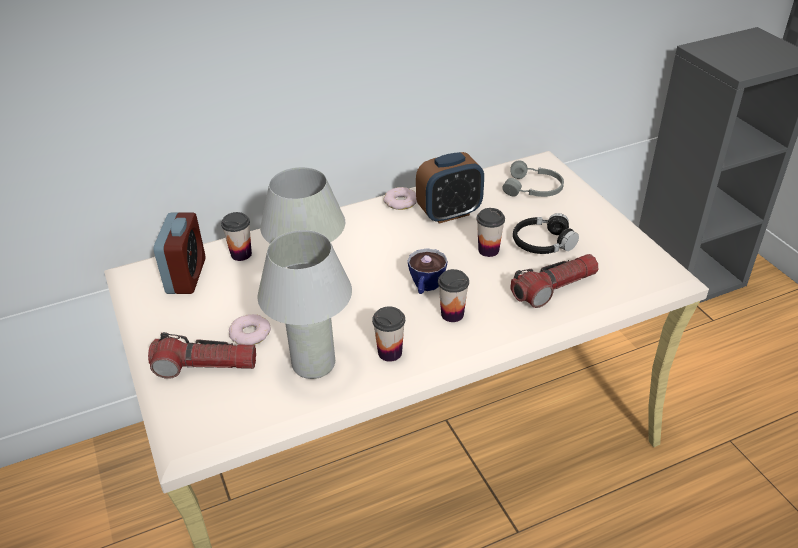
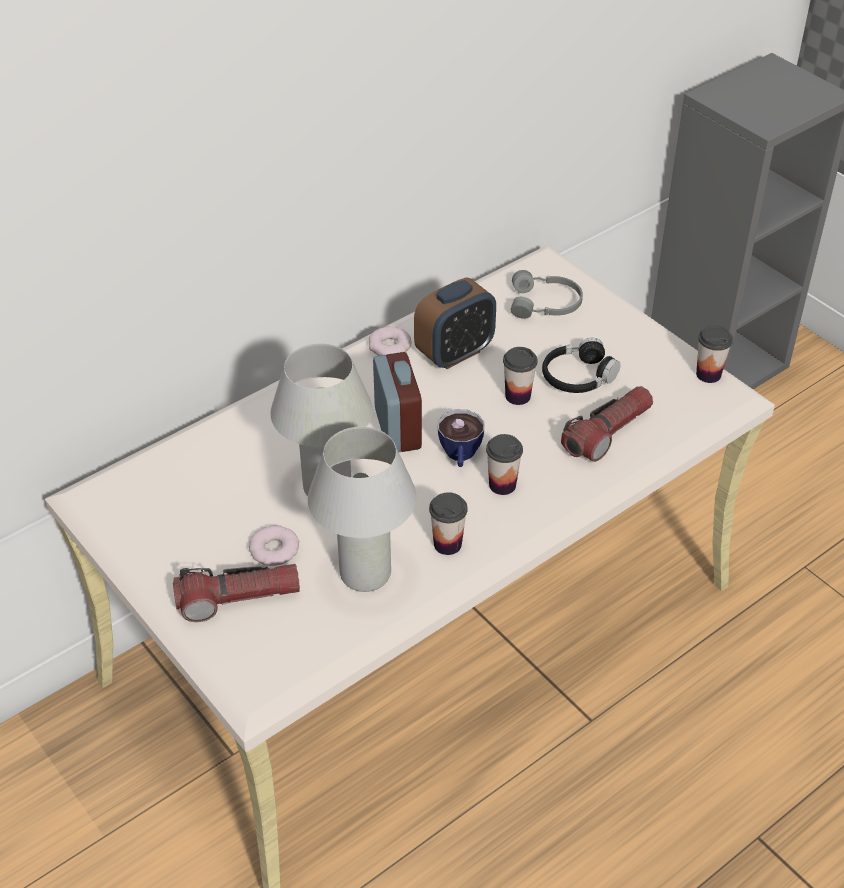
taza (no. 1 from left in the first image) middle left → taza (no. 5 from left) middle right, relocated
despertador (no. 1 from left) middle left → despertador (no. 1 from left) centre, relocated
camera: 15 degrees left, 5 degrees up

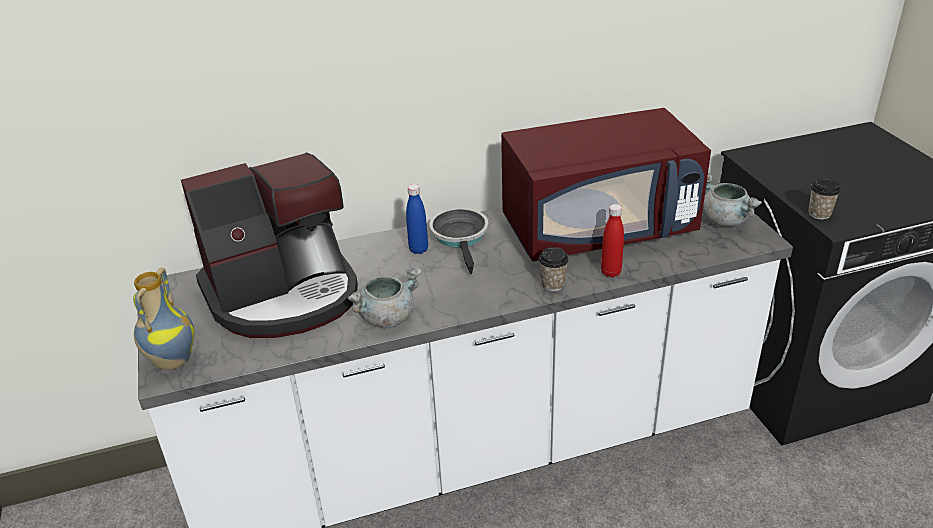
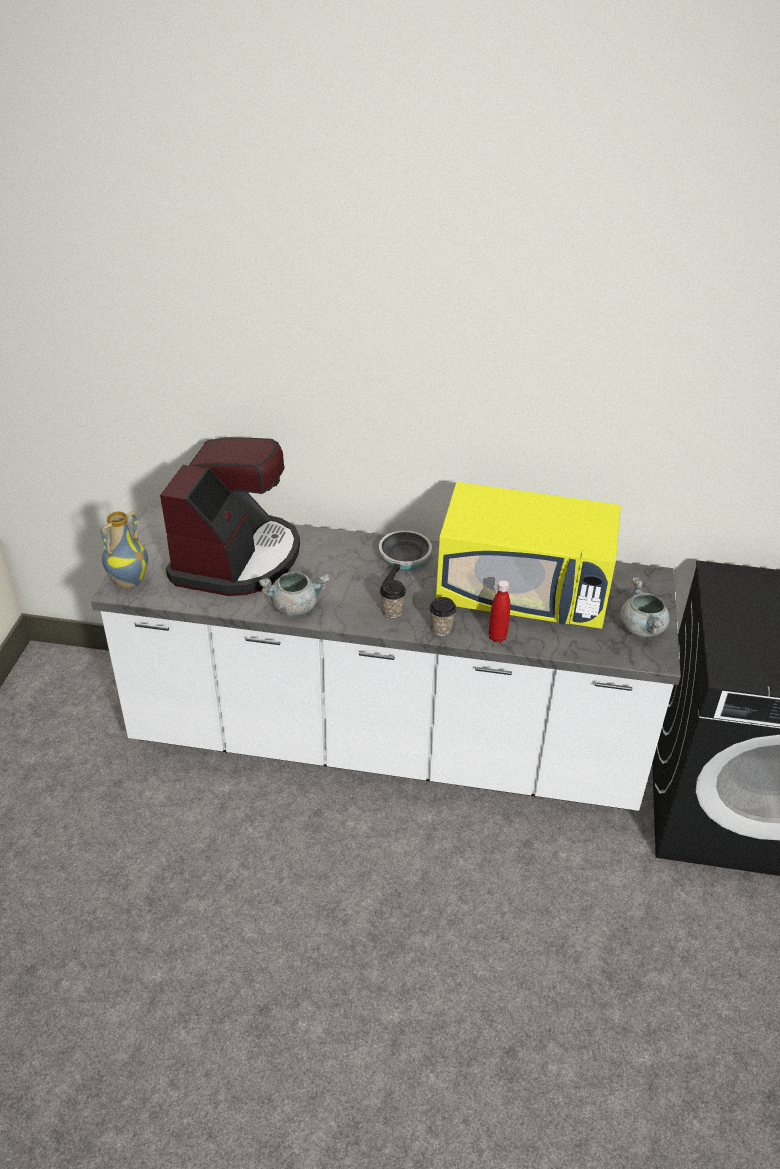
microondas/rojo centre → microondas/amarillo middle right
cafetera middle left, 75 degrees counterclockwise
taza (no. 2 from left in the first image) middle right → taza (no. 1 from left) centre, relocated
botella/azul centre → -
camera: 25 degrees right, 5 degrees up

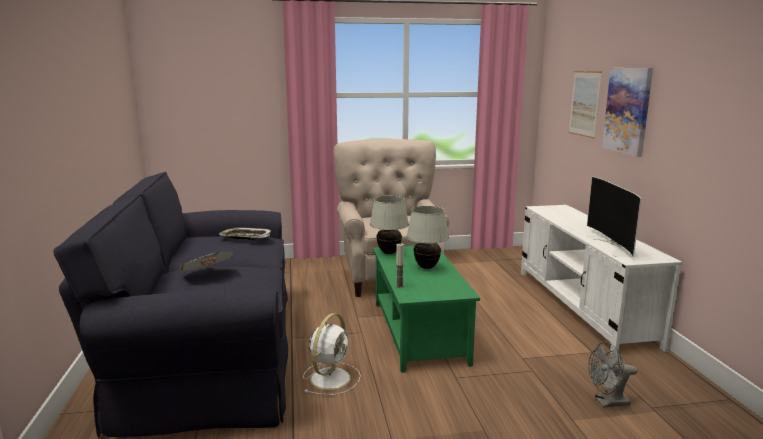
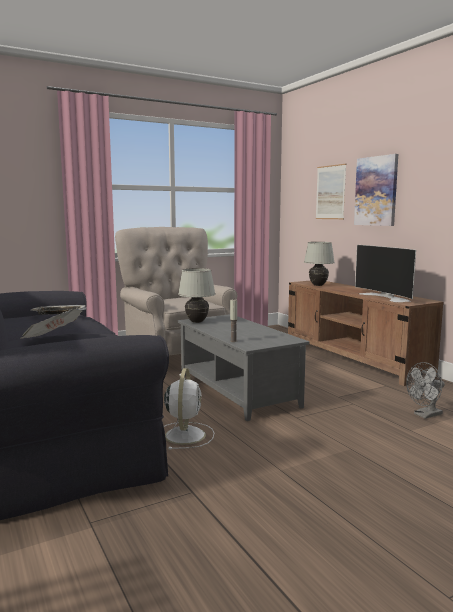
mueble de televisión/blanco middle right → mueble de televisión/marrón middle right
lámpara de mesa/blanco (no. 2 from left) centre → lámpara de mesa/blanco (no. 2 from left) middle right, relocated
mesa de centro/verde bottom centre → mesa de centro/gris centre
camera: 20 degrees left, 5 degrees down

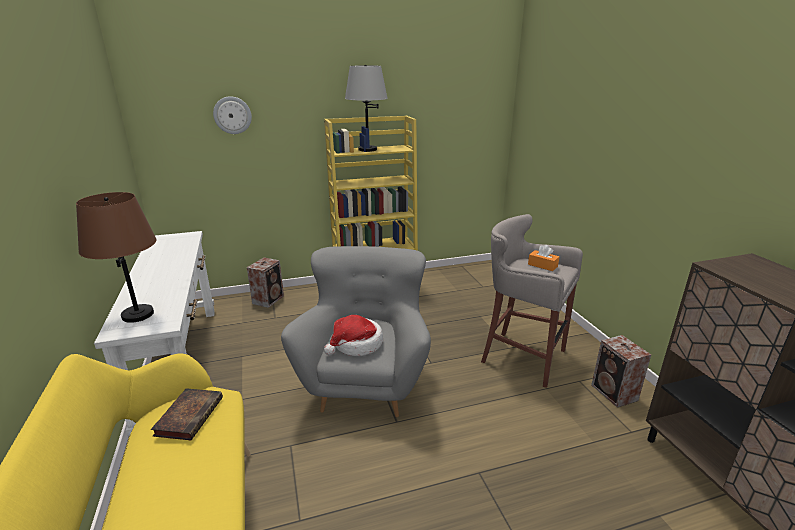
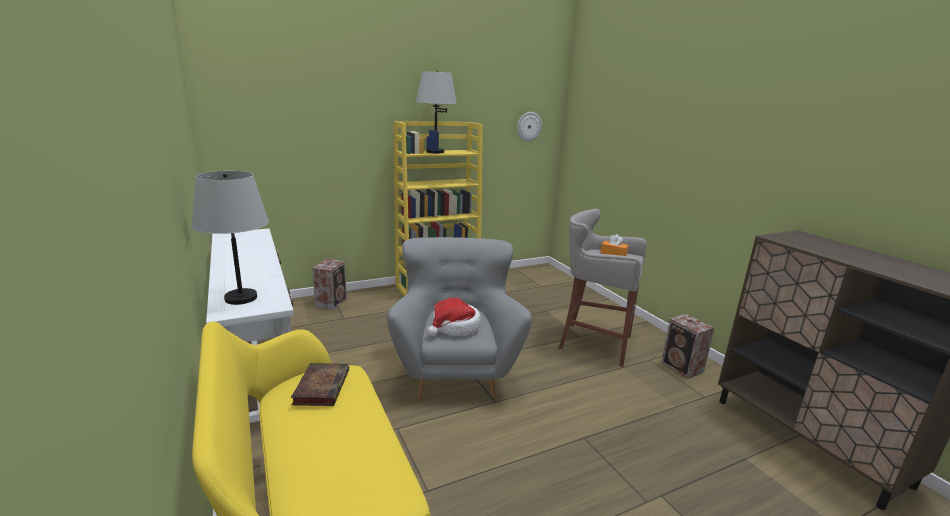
reloj de pared top left → reloj de pared top centre, relocated
lámpara de mesa/marrón middle left → lámpara de mesa/gris (no. 1 from left) middle left
camera: 10 degrees left, 5 degrees down

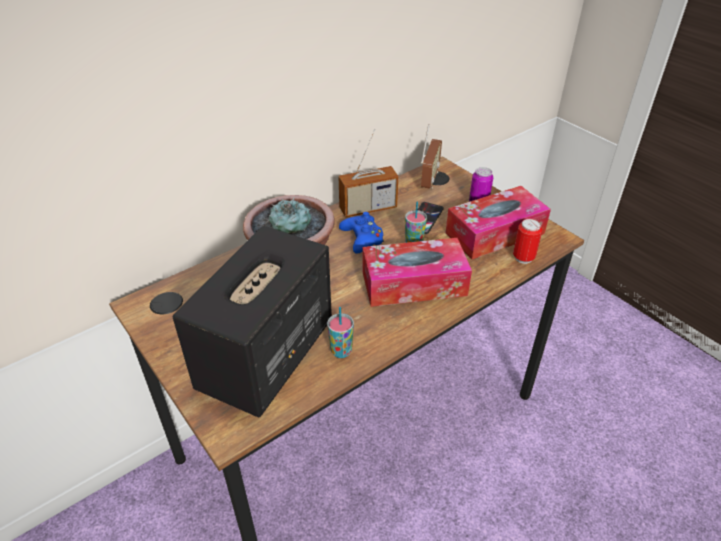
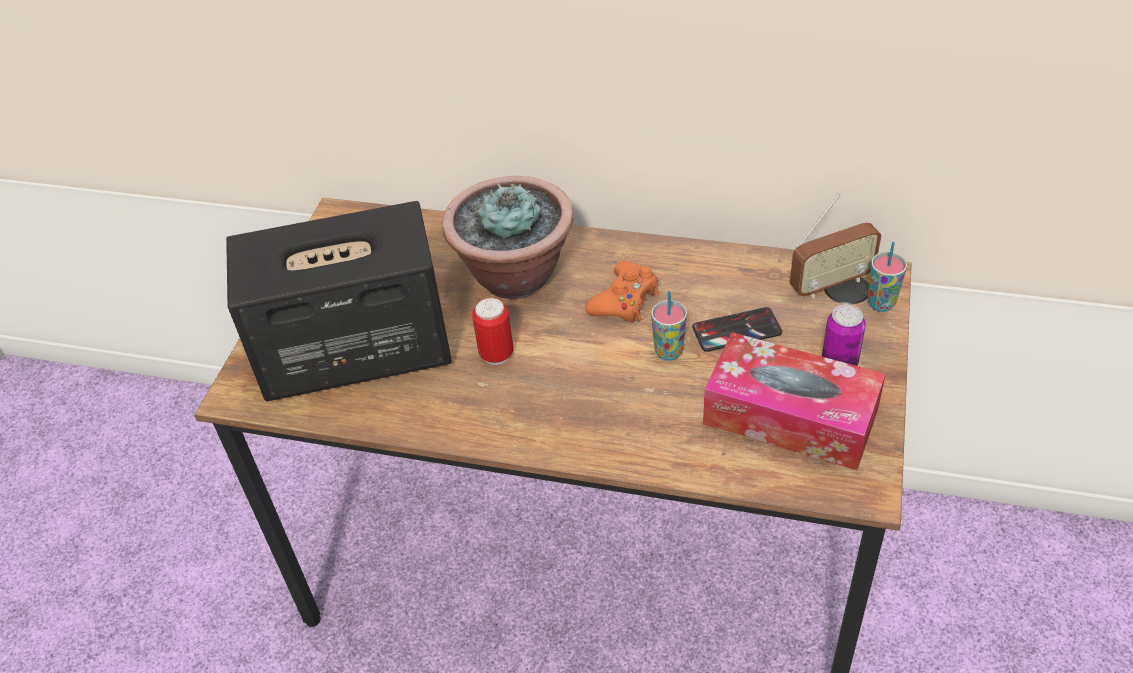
radio (no. 1 from left) top centre → -
mando de consola/azul centre → mando de consola/naranja centre
lata (no. 2 from left in the first image) middle right → lata (no. 1 from left) centre, relocated
caja de pañuelos (no. 1 from left) centre → -
taza (no. 1 from left in the first image) centre → taza (no. 2 from left) middle right, relocated
camera: 55 degrees right, 5 degrees up

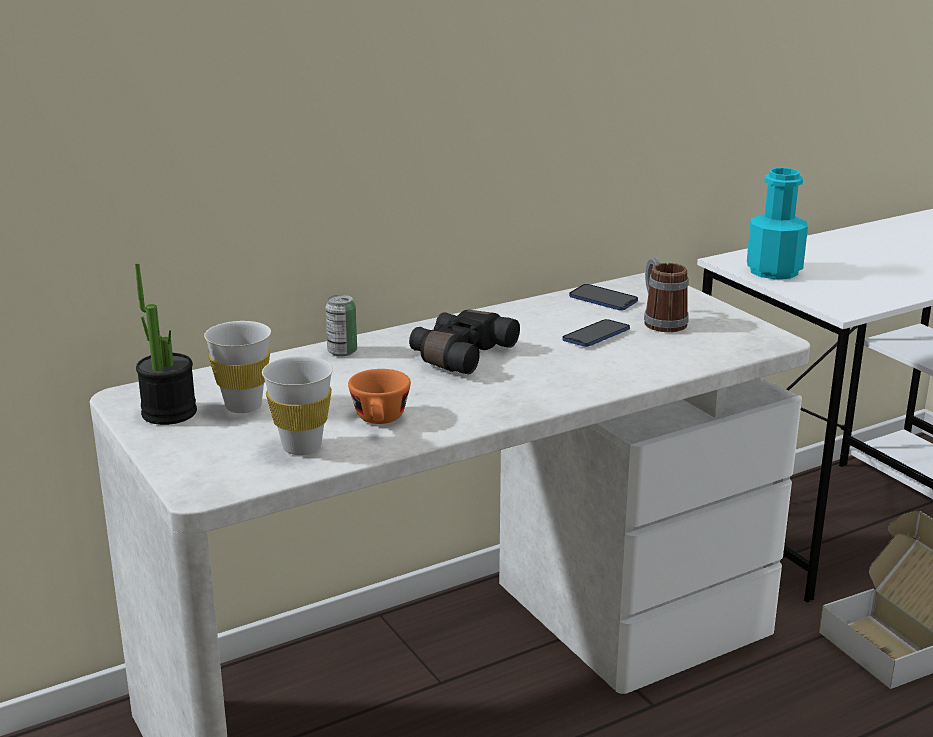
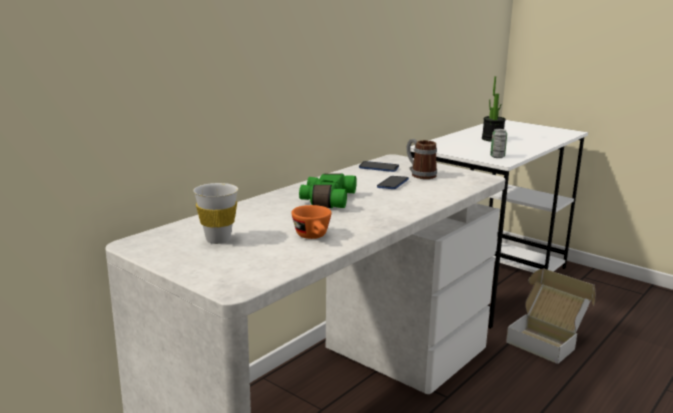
botella/turquesa top right → -
planta en maceta middle left → planta en maceta top right, relocated
lata centre → lata middle right, relocated
prismáticos/negro centre → prismáticos/verde centre
taza/blanco (no. 2 from left) middle left → -
camera: 20 degrees left, 5 degrees down

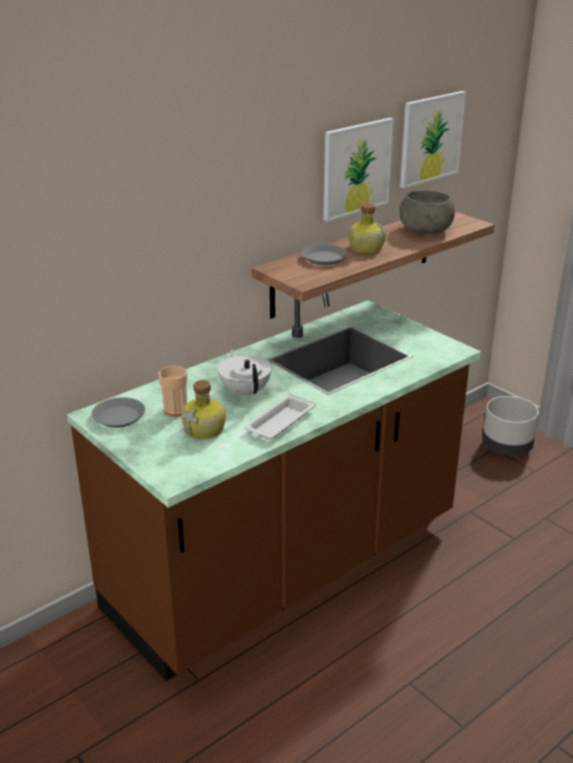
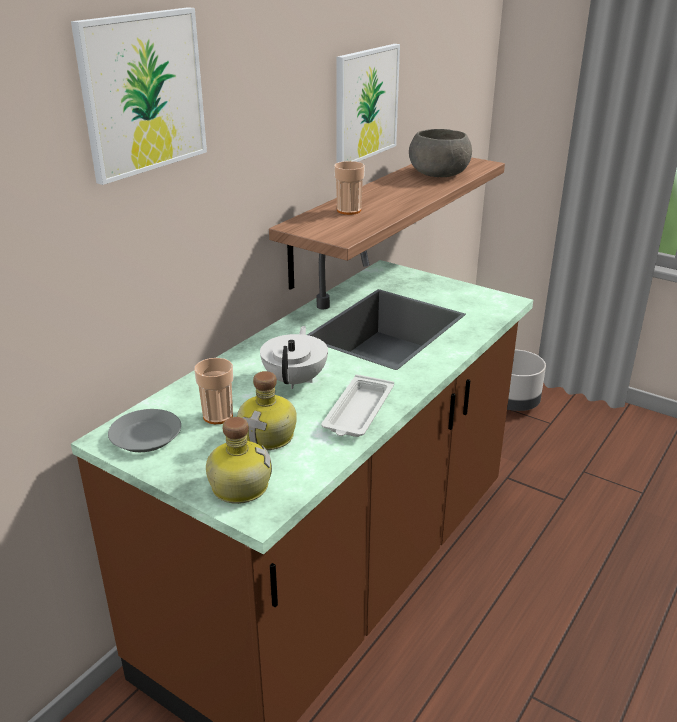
cuadro (no. 2 from left in the first image) top right → cuadro (no. 1 from left) top left, relocated
botella (no. 2 from left in the first image) top centre → botella (no. 1 from left) centre, relocated
plato/gris (no. 2 from left) top centre → taza (no. 2 from left) top centre
tetera/blanco centre, 45 degrees clockwise
camera: 15 degrees left, 0 degrees up

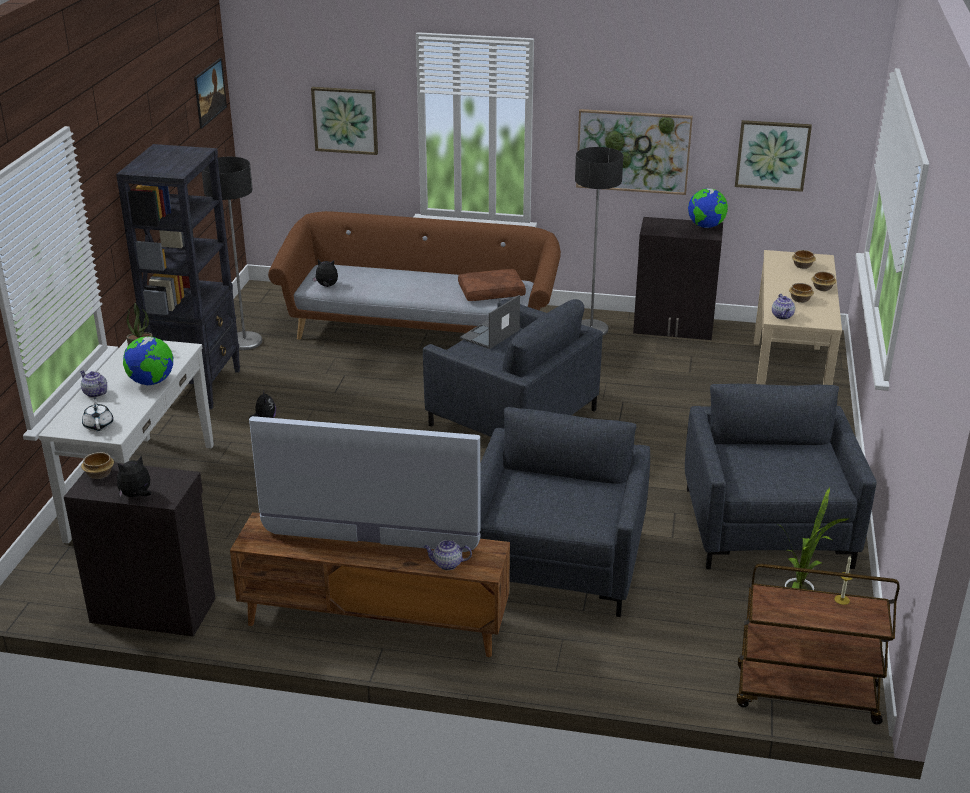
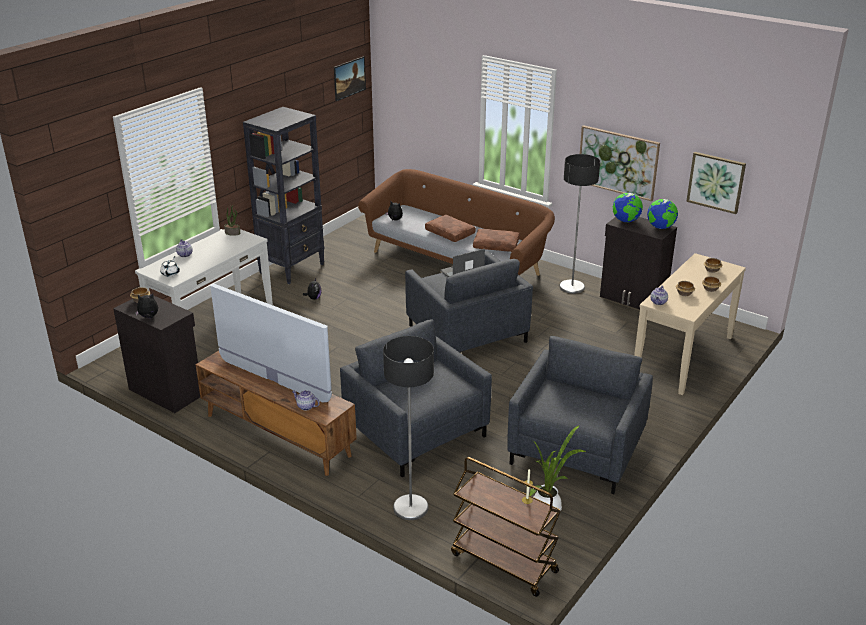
cuadro (no. 2 from left) top centre → -
lámpara de pie (no. 1 from left) top left → lámpara de pie (no. 1 from left) bottom centre, relocated
globo terráqueo (no. 1 from left) middle left → globo terráqueo (no. 1 from left) top right, relocated
sillón/gris (no. 2 from left in the first image) centre → sillón/gris (no. 1 from left) centre, 75 degrees counterclockwise
- → cojín/marrón (no. 1 from left) centre
camera: 25 degrees right, 0 degrees up

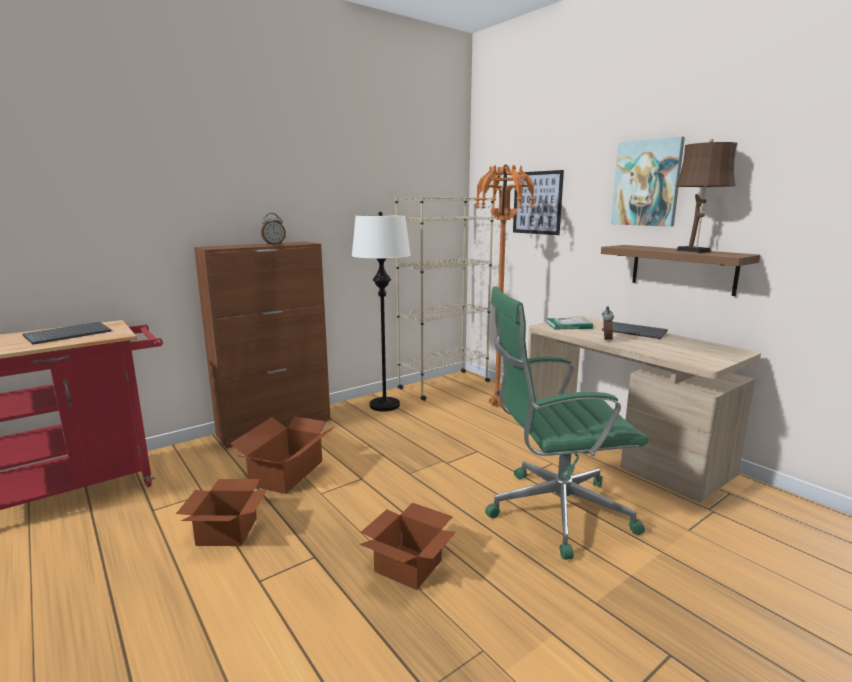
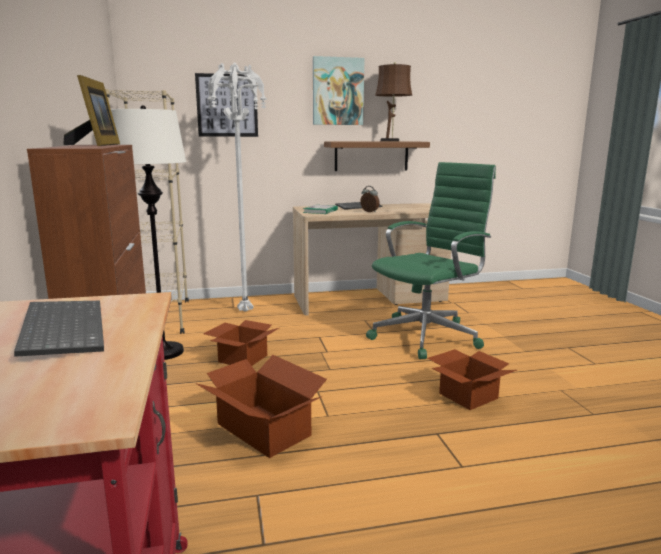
lámpara de pie/naranja centre → lámpara de pie/blanco (no. 2 from left) centre
despertador (no. 1 from left) middle left → portarretratos top left
silla de oficina/verde centre, 150 degrees counterclockwise
caja de cartón (no. 1 from left) bottom left → caja de cartón (no. 1 from left) centre, relocated
camera: 65 degrees left, 0 degrees up

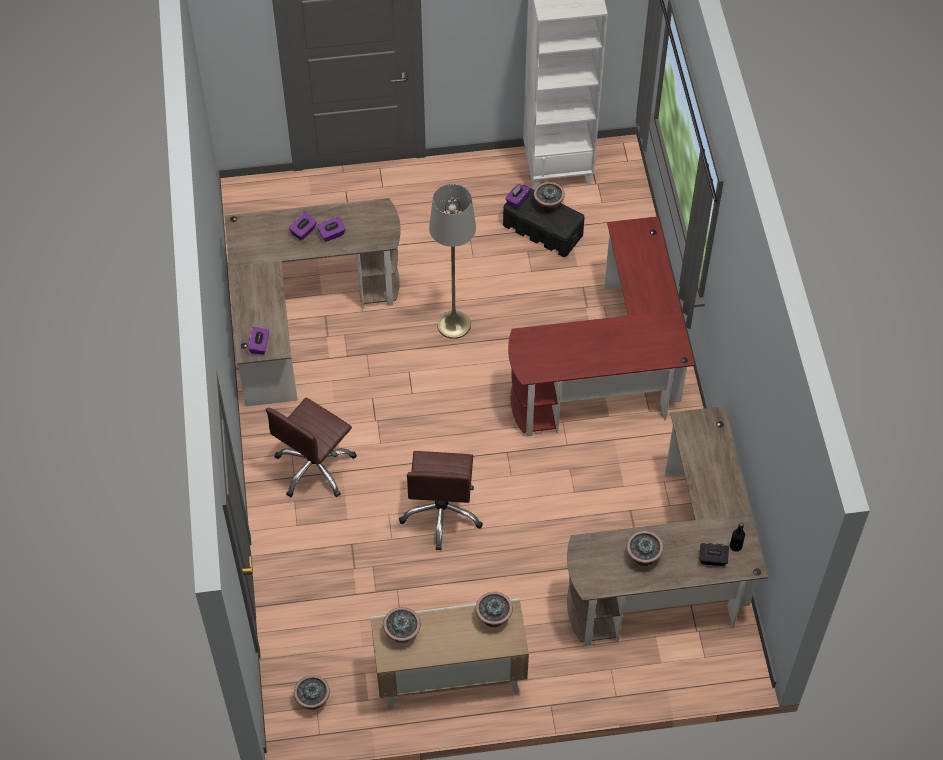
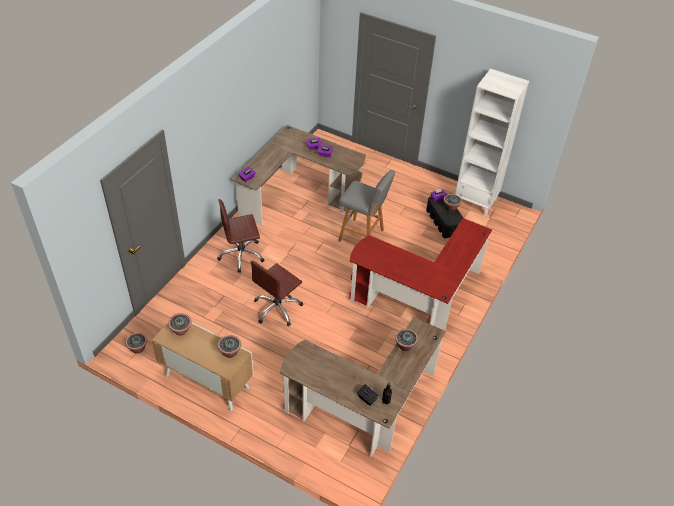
lámpara de pie/gris centre → taburete/gris centre
planta en maceta (no. 5 from left in the first image) bottom right → planta en maceta (no. 4 from left) bottom centre, relocated
camera: 35 degrees right, 10 degrees down

